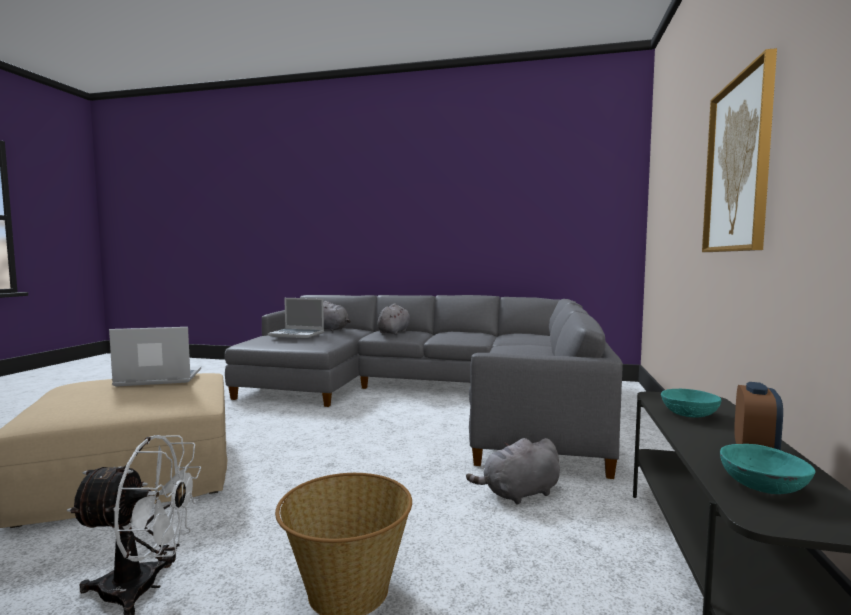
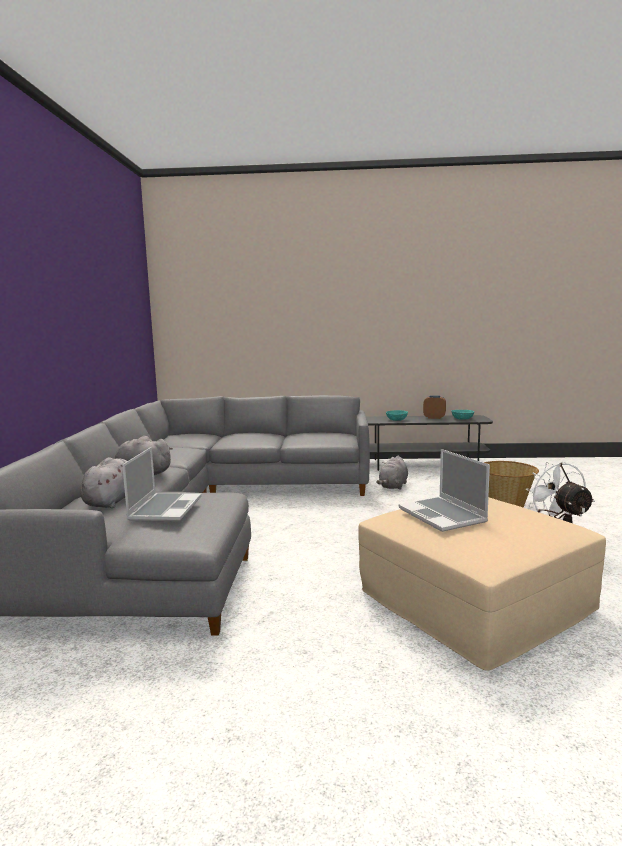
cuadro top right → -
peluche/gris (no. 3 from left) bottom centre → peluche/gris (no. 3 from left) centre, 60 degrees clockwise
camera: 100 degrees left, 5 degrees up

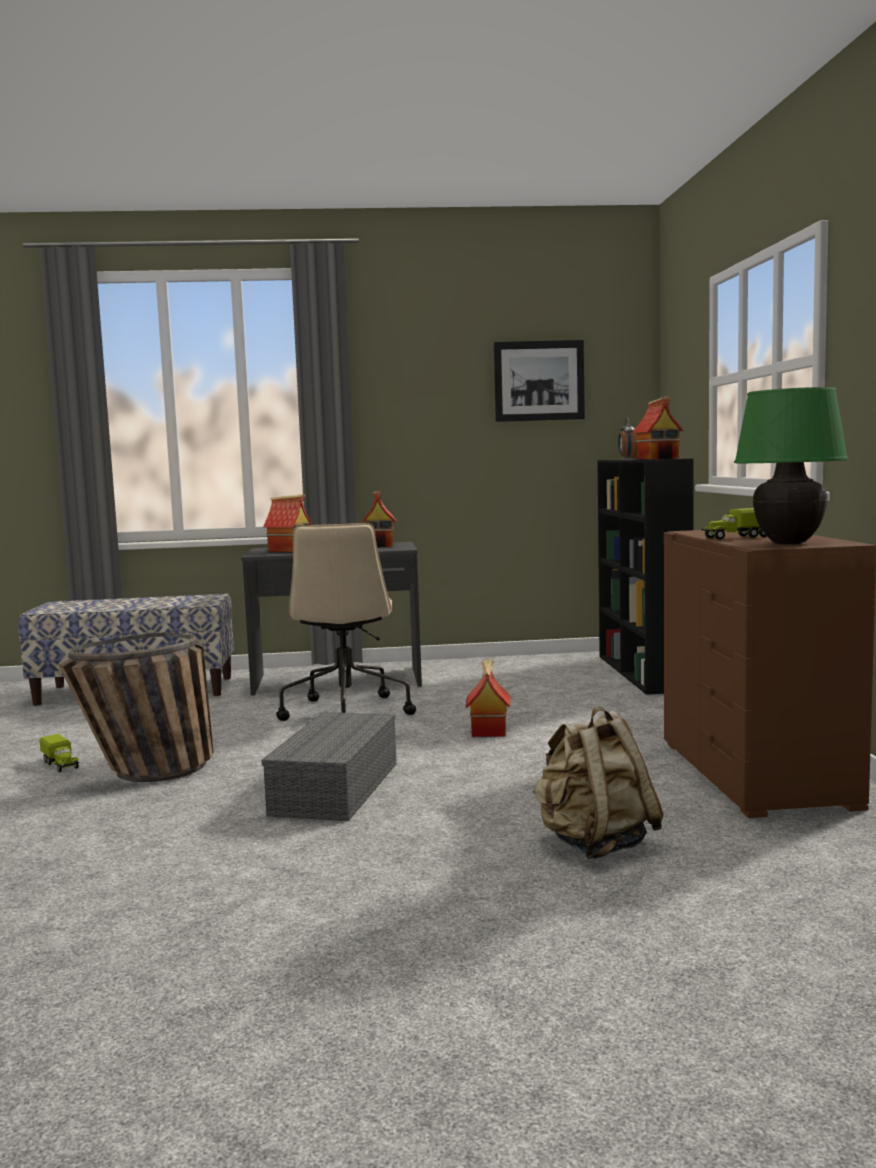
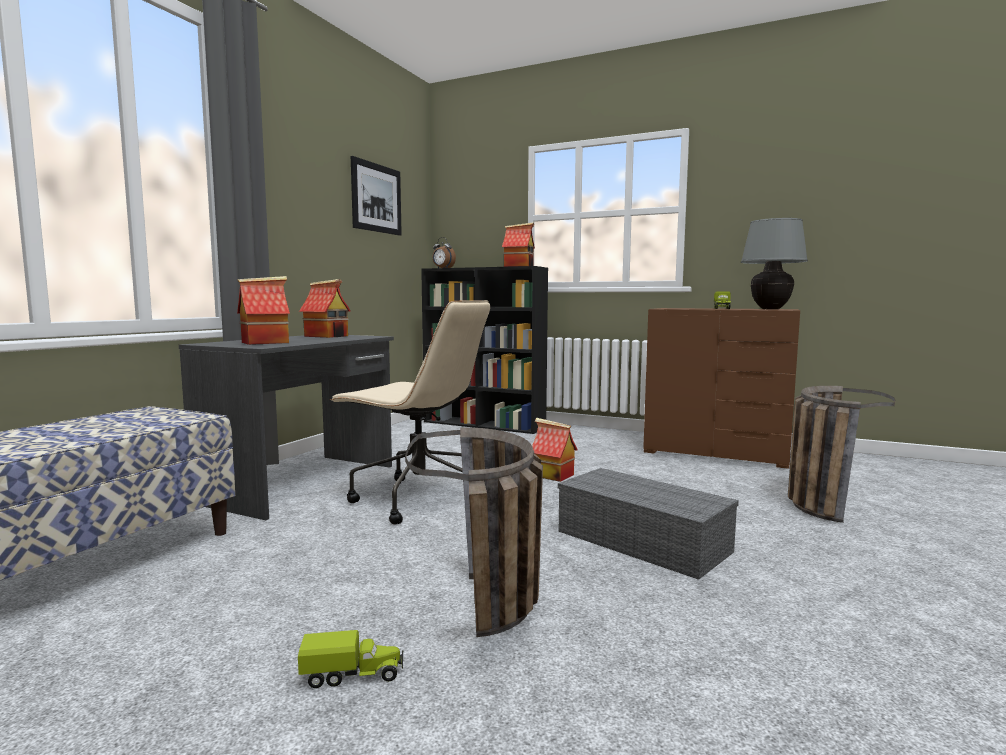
lámpara de mesa/verde middle right → lámpara de mesa/gris middle right
mochila/beis bottom right → cesta (no. 2 from left) middle right
camera: 60 degrees left, 0 degrees up

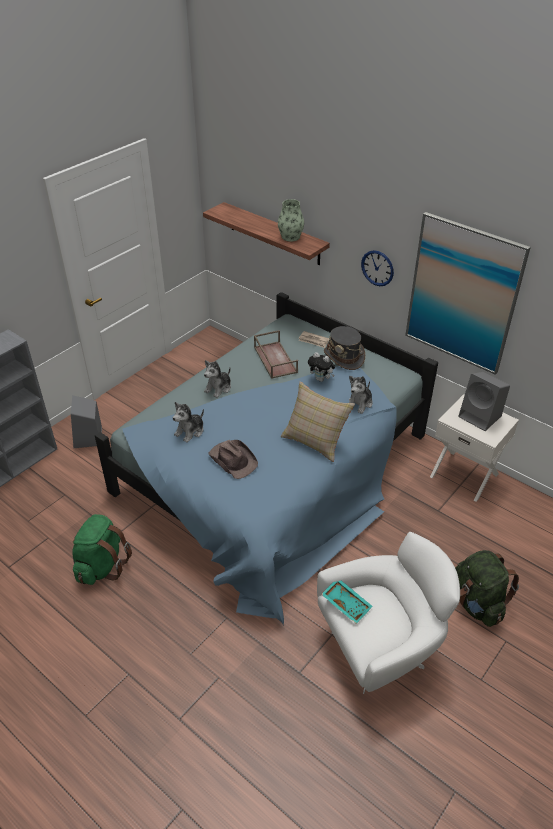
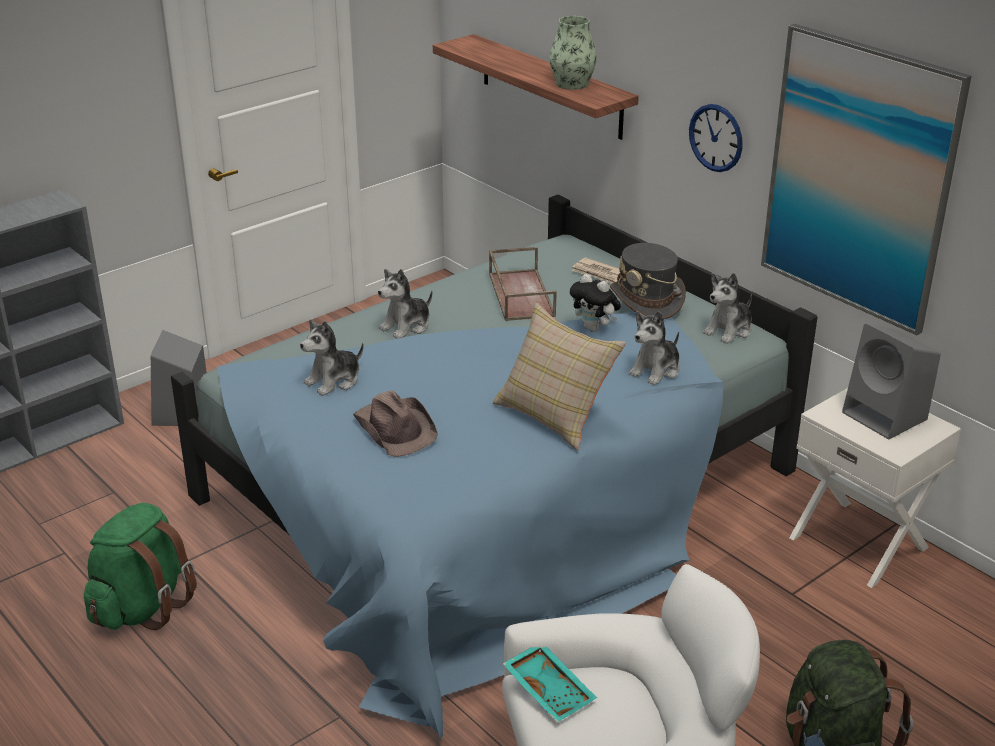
- → peluche (no. 5 from left) middle right
camera: 10 degrees right, 10 degrees down

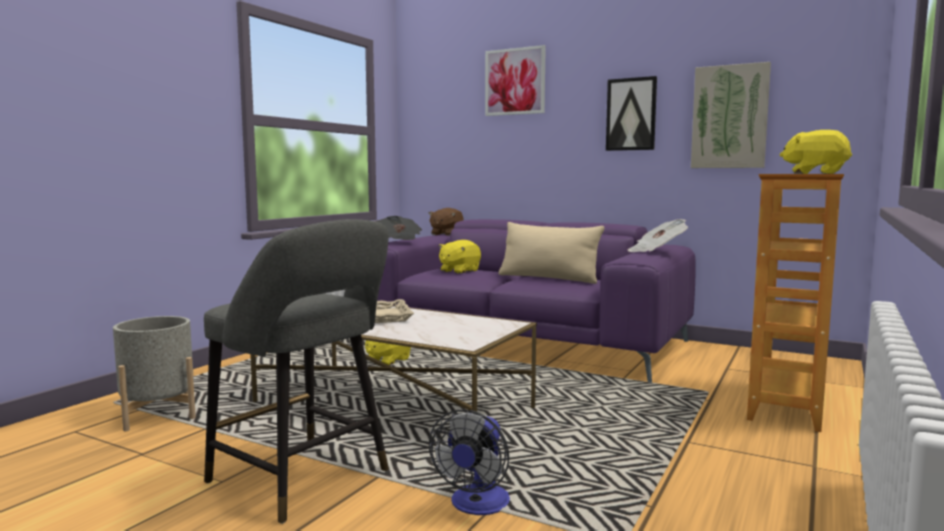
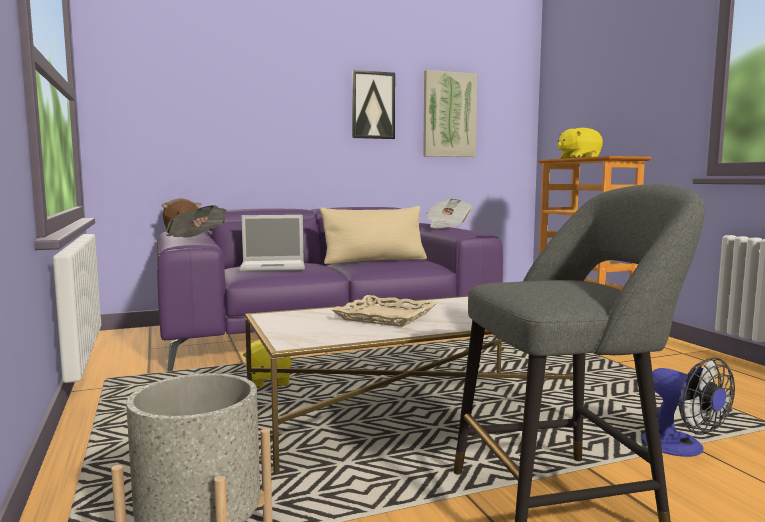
cuadro (no. 1 from left) top centre → -
peluche/amarillo (no. 2 from left) centre → portátil centre
camera: 50 degrees left, 0 degrees up

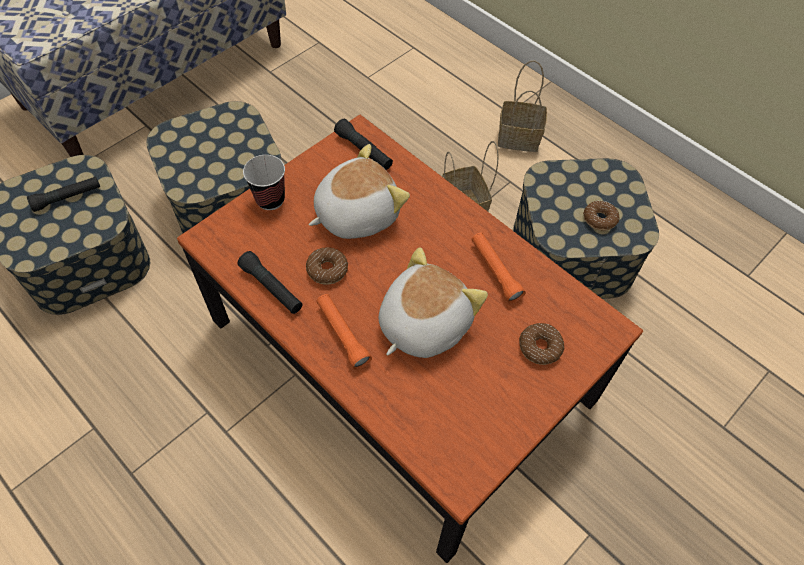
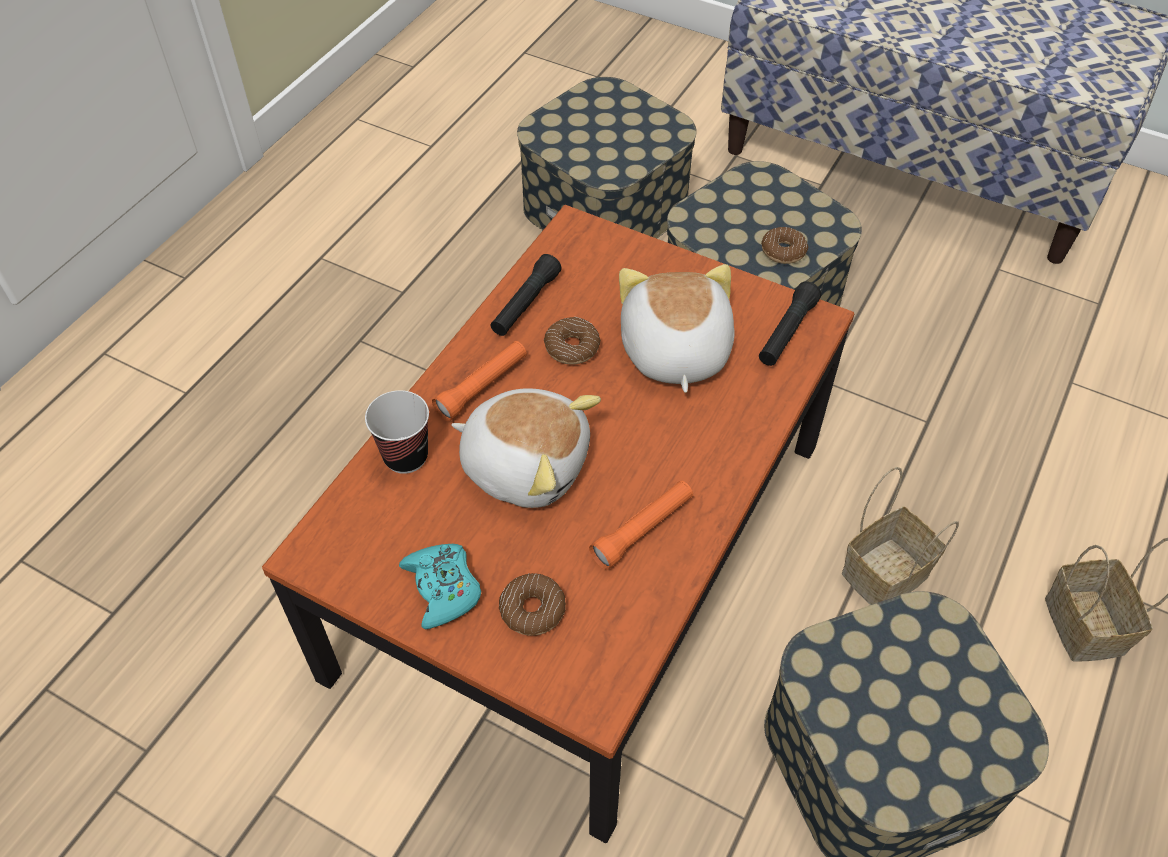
peluche (no. 1 from left in the first image) centre → peluche (no. 2 from left) centre, 135 degrees counterclockwise
taza top left → taza centre, relocated
linterna/negro (no. 1 from left) middle left → -
rosquilla (no. 3 from left) middle right → rosquilla (no. 3 from left) top right, relocated
- → mando de consola/turquesa bottom centre
camera: 75 degrees right, 5 degrees down

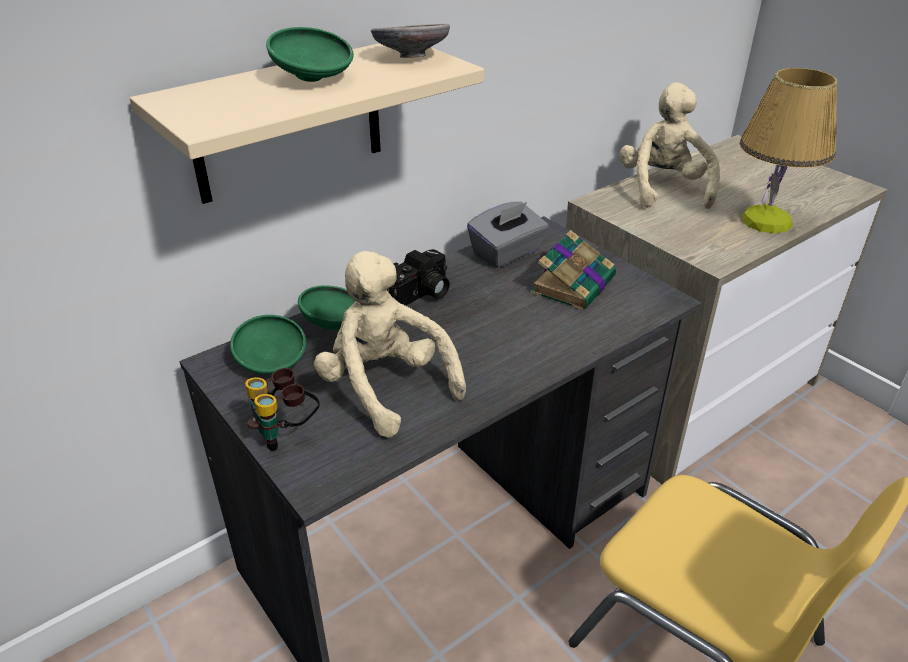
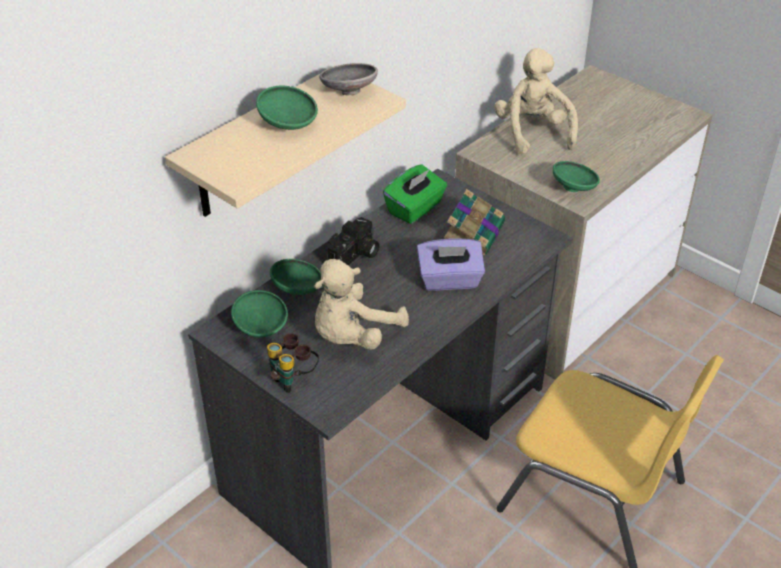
lámpara de mesa top right → -
caja de pañuelos/gris centre → caja de pañuelos/verde centre
peluche/beis (no. 1 from left) centre, 90 degrees counterclockwise
- → cuenco/verde (no. 4 from left) top right
- → caja de pañuelos/morado centre
camera: 10 degrees left, 5 degrees up

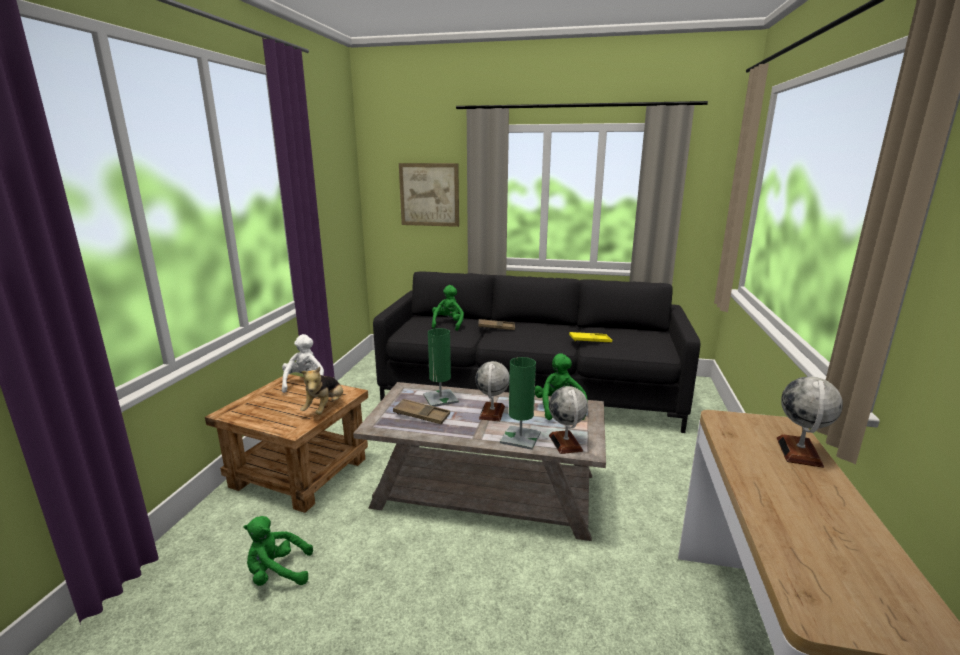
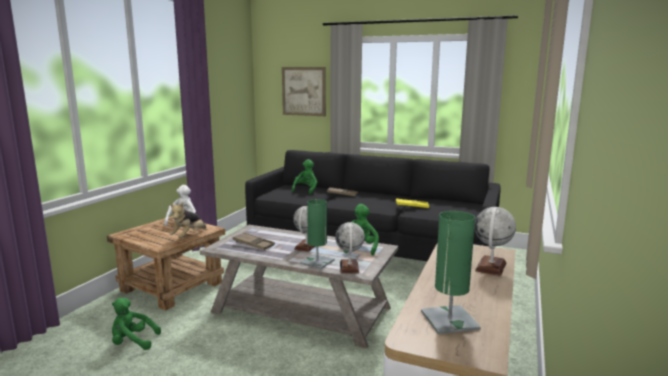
lámpara de mesa/verde (no. 1 from left in the first image) centre → lámpara de mesa/verde (no. 2 from left) bottom right, relocated
camera: 10 degrees right, 5 degrees down

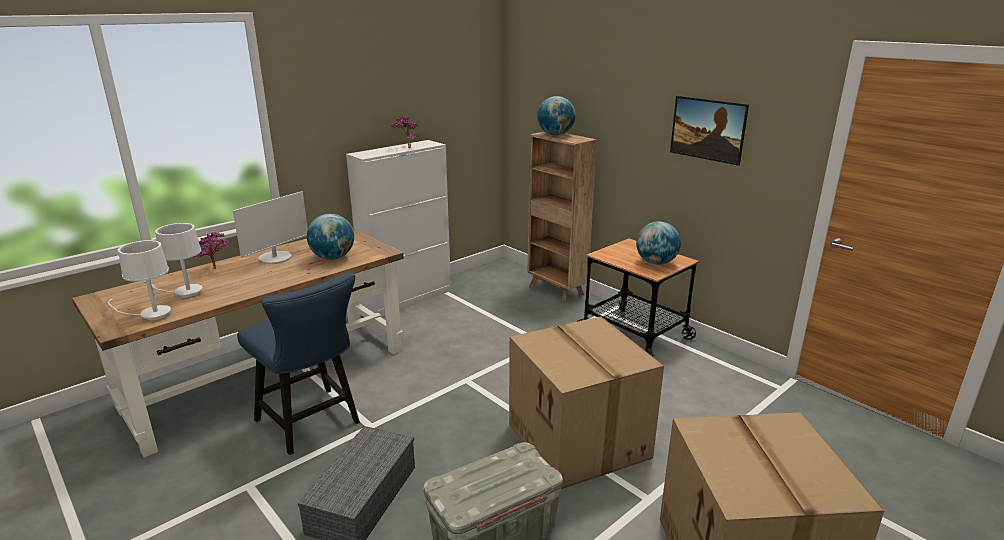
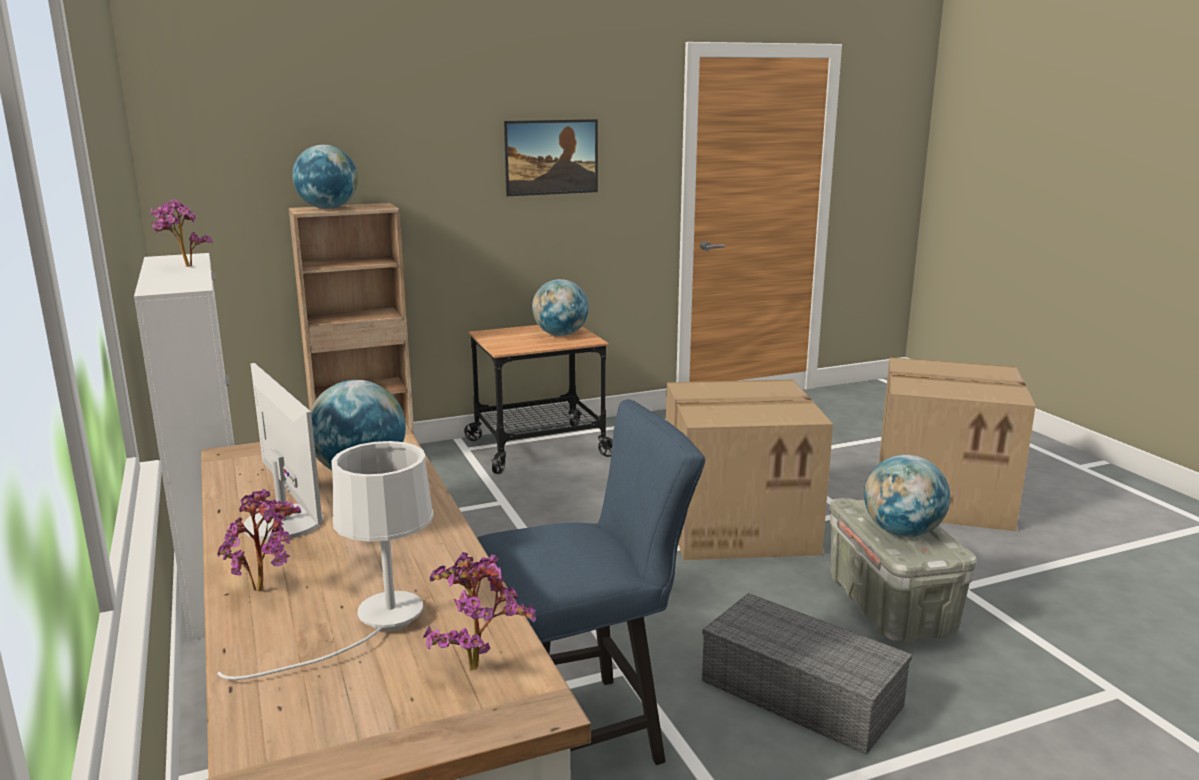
lámpara de mesa/blanco (no. 1 from left) middle left → planta en maceta (no. 3 from left) bottom centre
- → globo terráqueo (no. 4 from left) middle right
camera: 70 degrees left, 5 degrees down

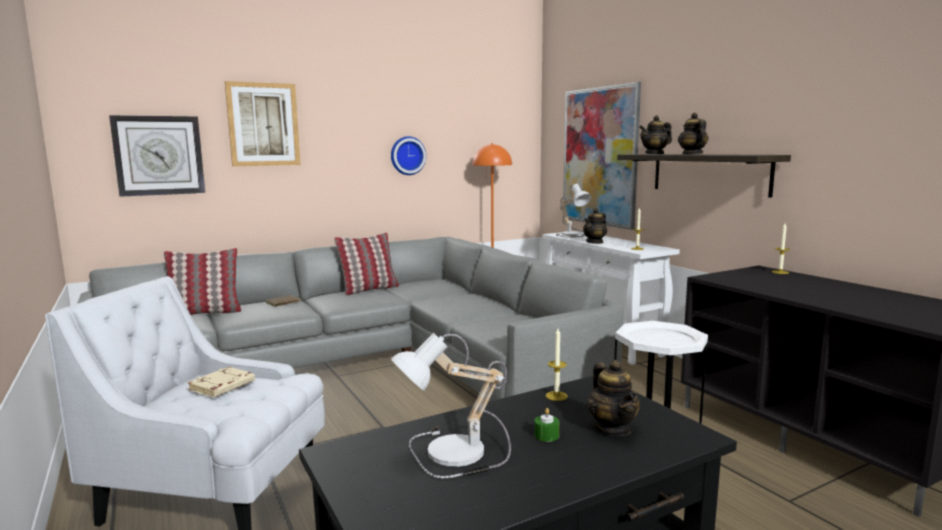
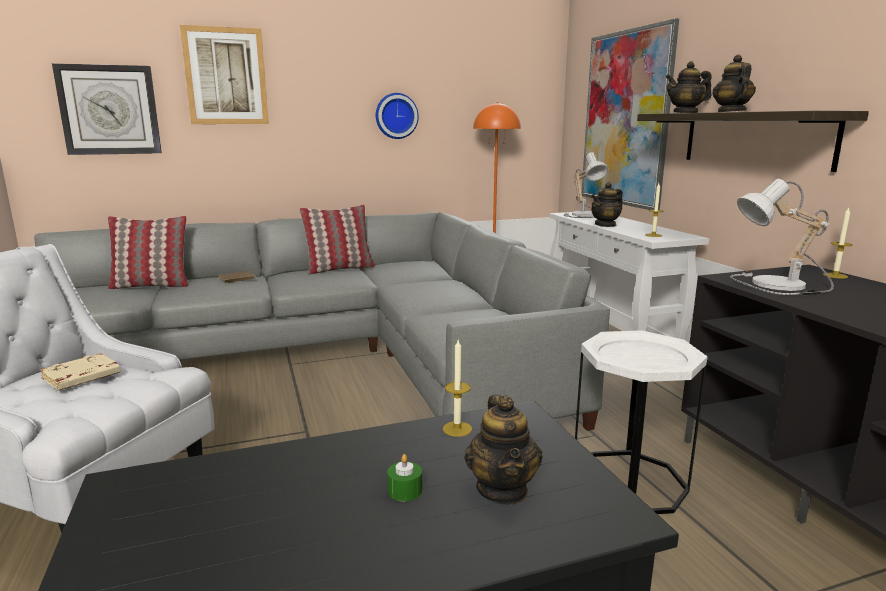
lámpara de mesa (no. 1 from left in the first image) bottom centre → lámpara de mesa (no. 2 from left) middle right, relocated
camera: 10 degrees right, 5 degrees up

